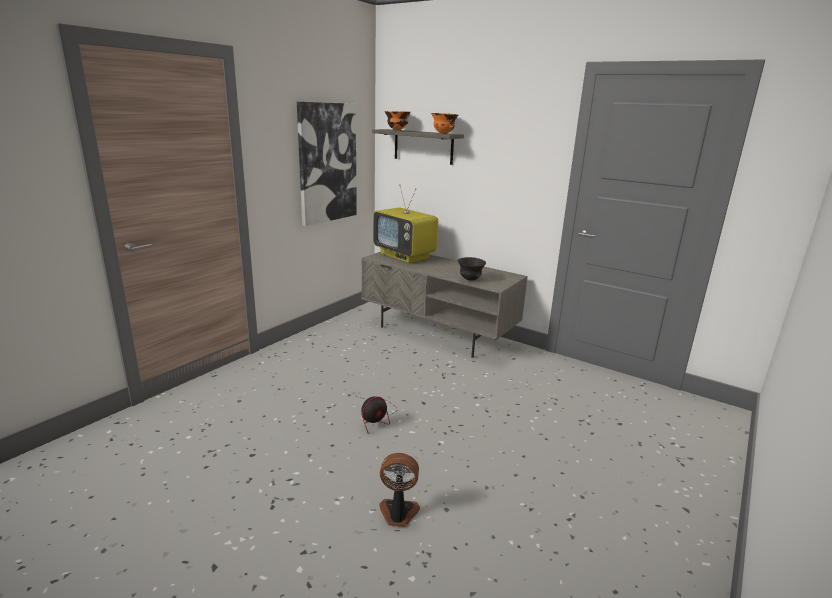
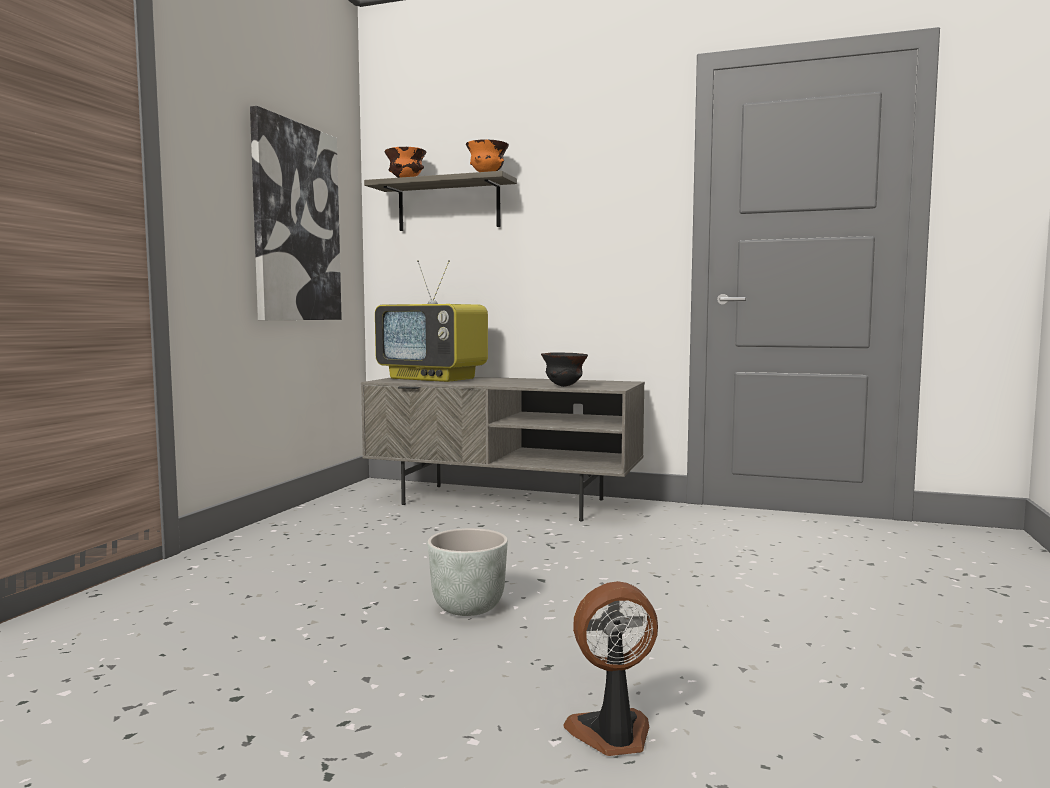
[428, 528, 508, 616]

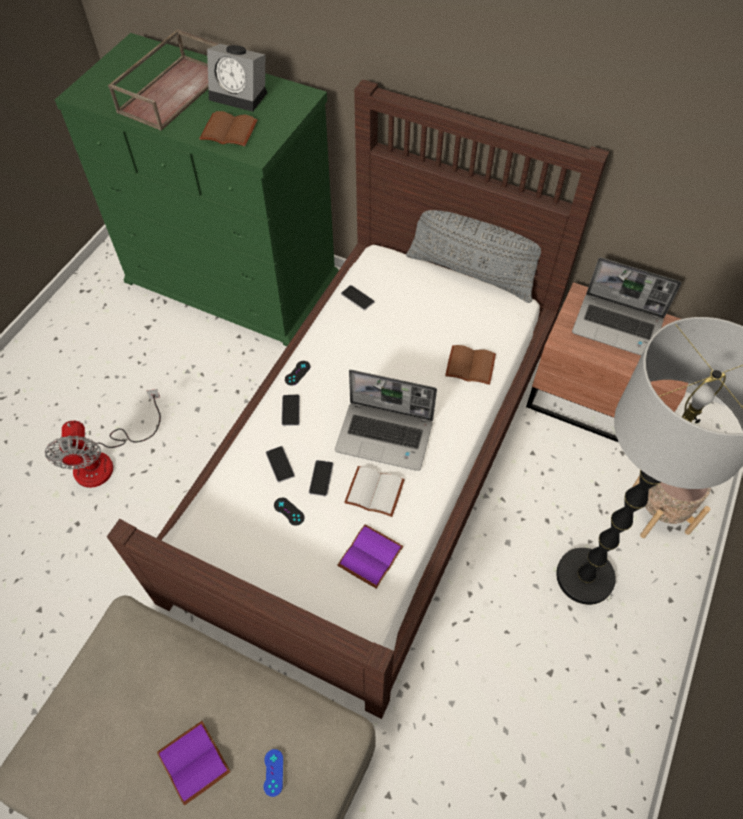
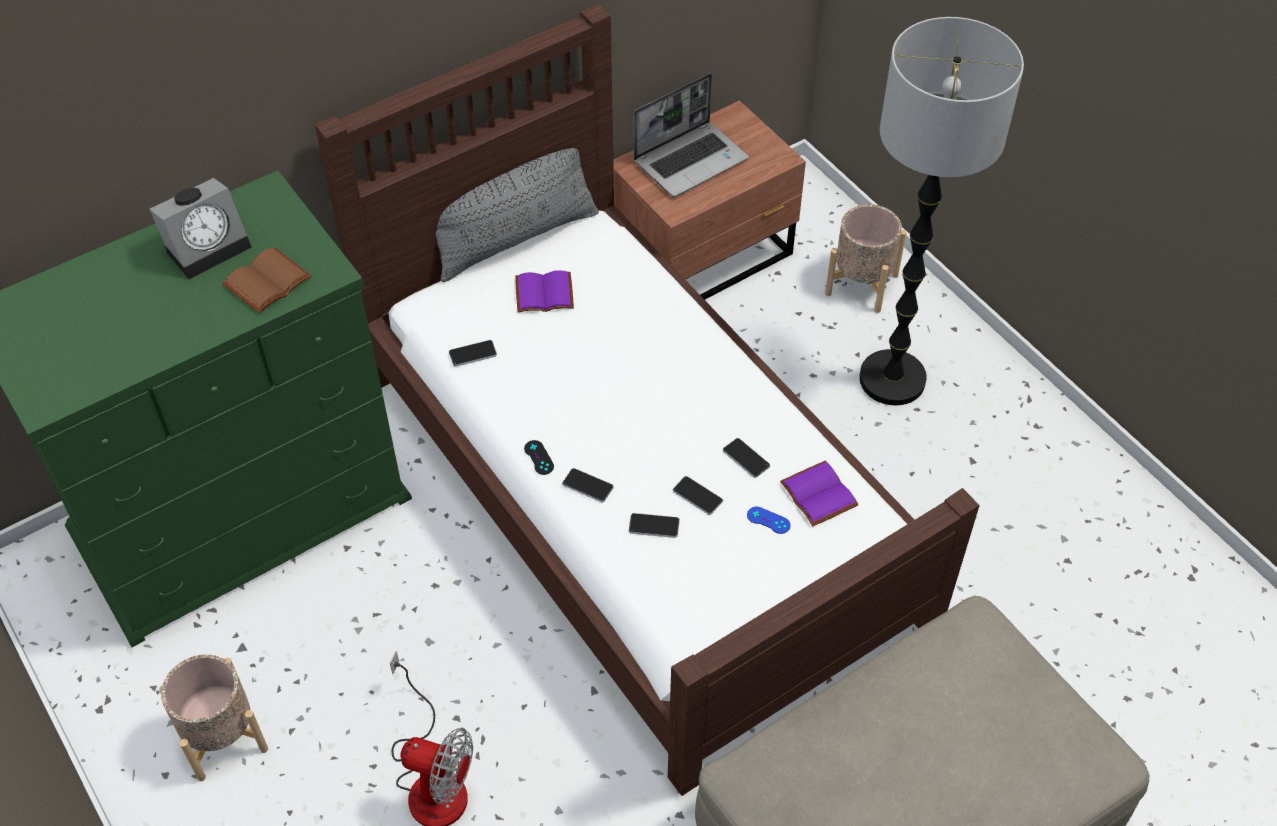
[108, 29, 218, 131] (first image)
[274, 498, 305, 526] (first image)
[335, 370, 437, 471] (first image)
[445, 345, 496, 385] (first image)
[159, 654, 268, 781]
[515, 270, 574, 313]
[747, 507, 791, 534]
[723, 438, 770, 478]

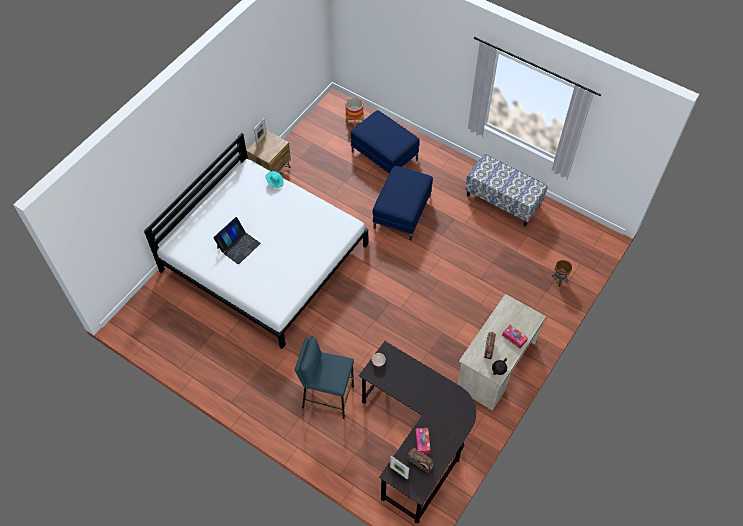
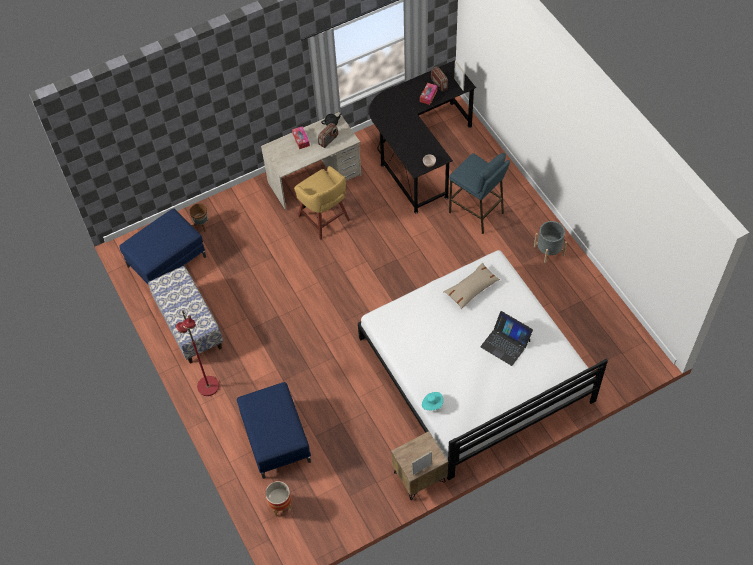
[175, 310, 219, 396]
[294, 166, 350, 240]
[444, 263, 500, 309]
[534, 221, 567, 263]
[119, 208, 206, 285]
[480, 311, 533, 366]

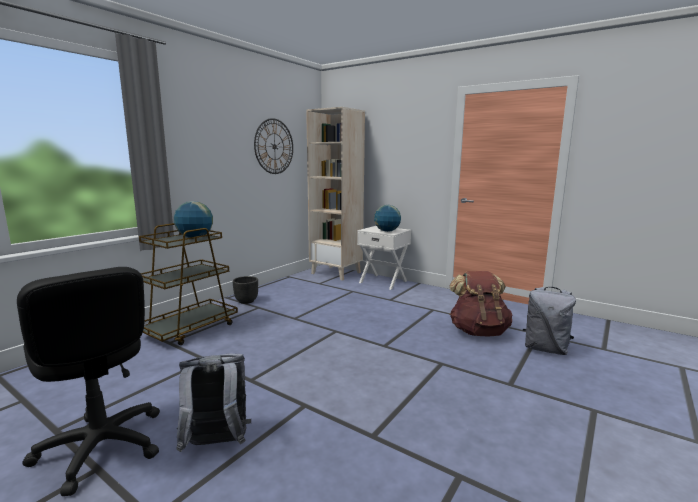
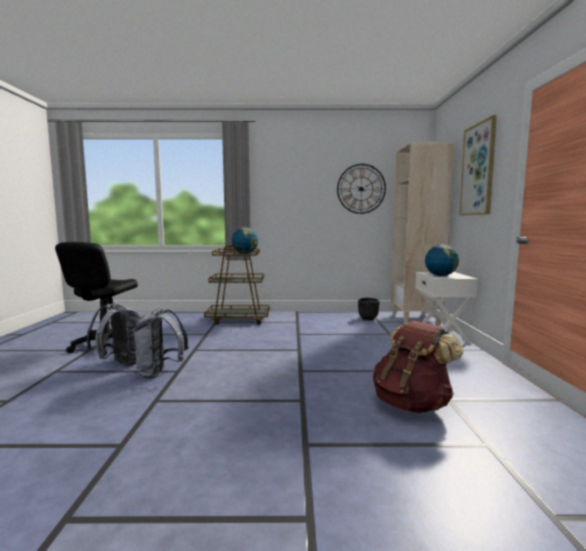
[459, 115, 497, 216]
[358, 298, 380, 320]
[133, 308, 188, 379]

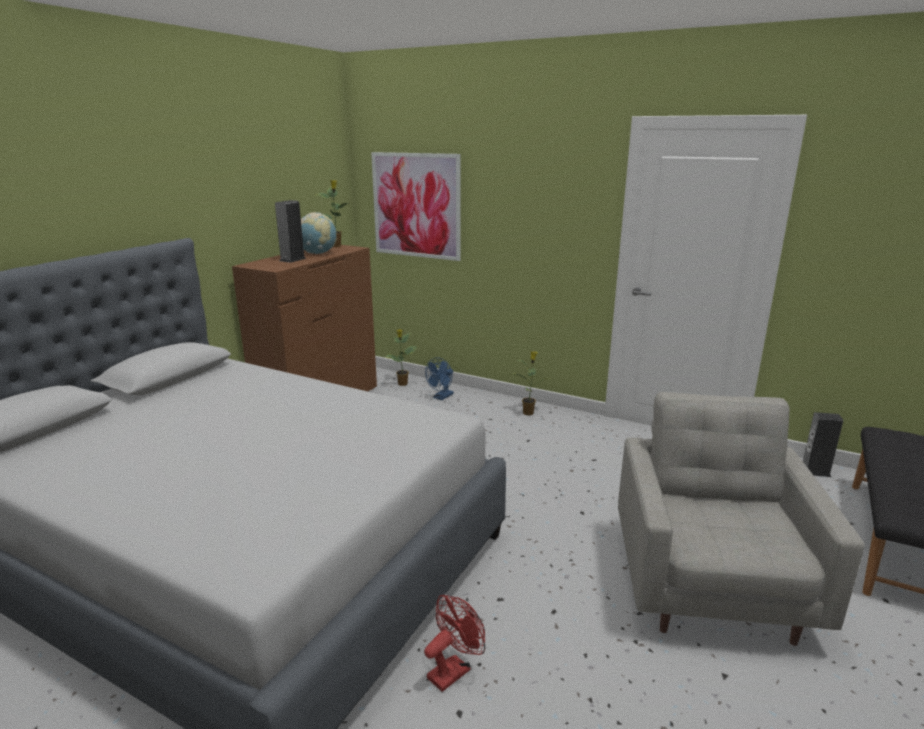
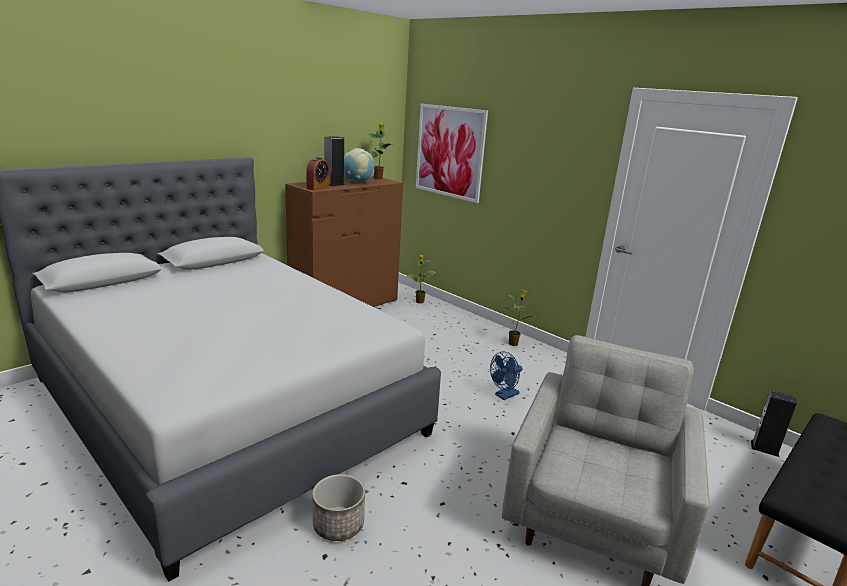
[306, 157, 329, 190]
[490, 351, 523, 400]
[313, 474, 365, 541]

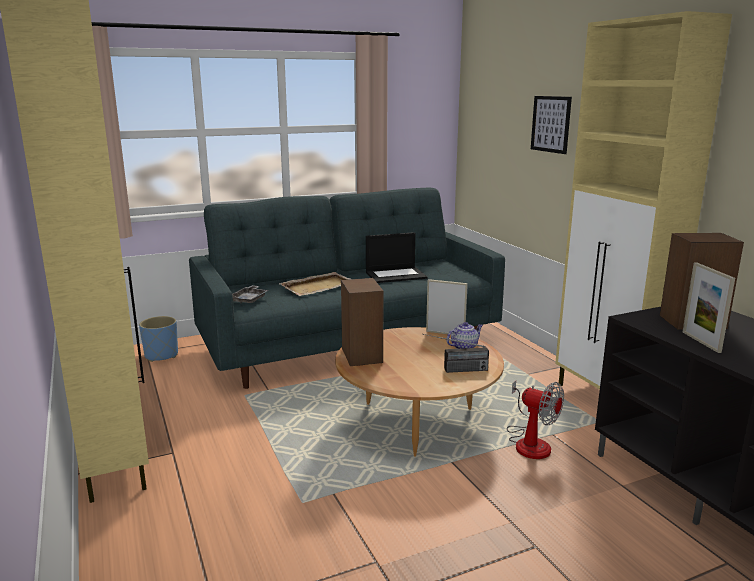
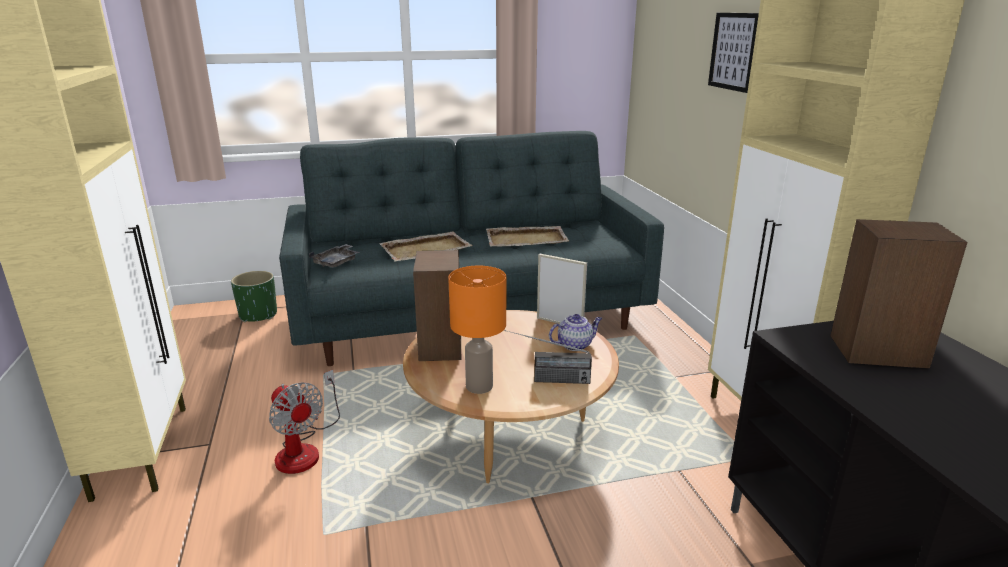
[683, 262, 735, 353] (first image)
[448, 266, 506, 394]
[269, 370, 340, 474]
[486, 226, 569, 247]
[231, 271, 277, 322]

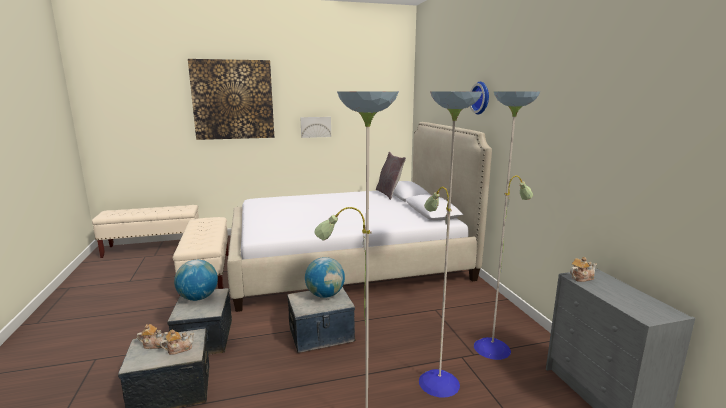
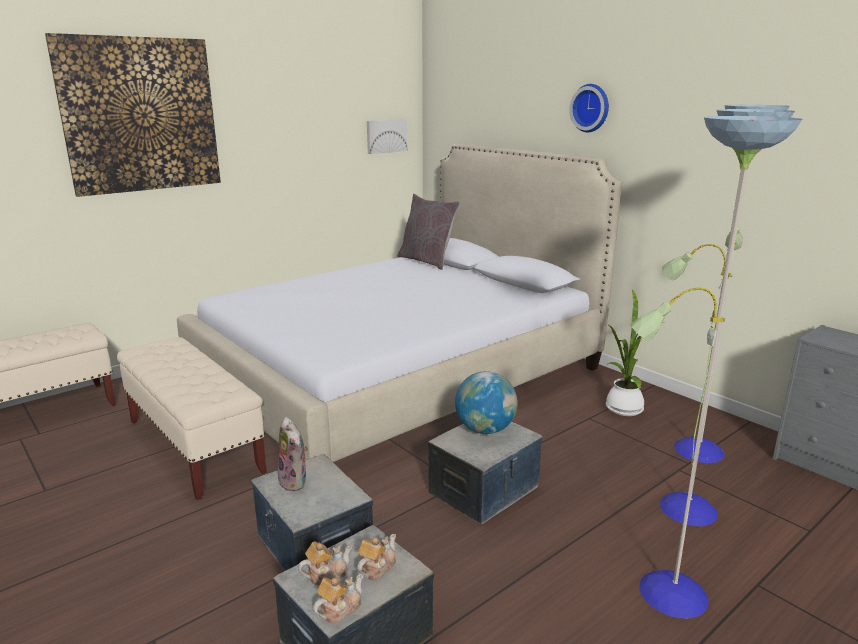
[606, 290, 664, 416]
[367, 119, 407, 154]
[313, 574, 363, 623]
[276, 417, 308, 491]

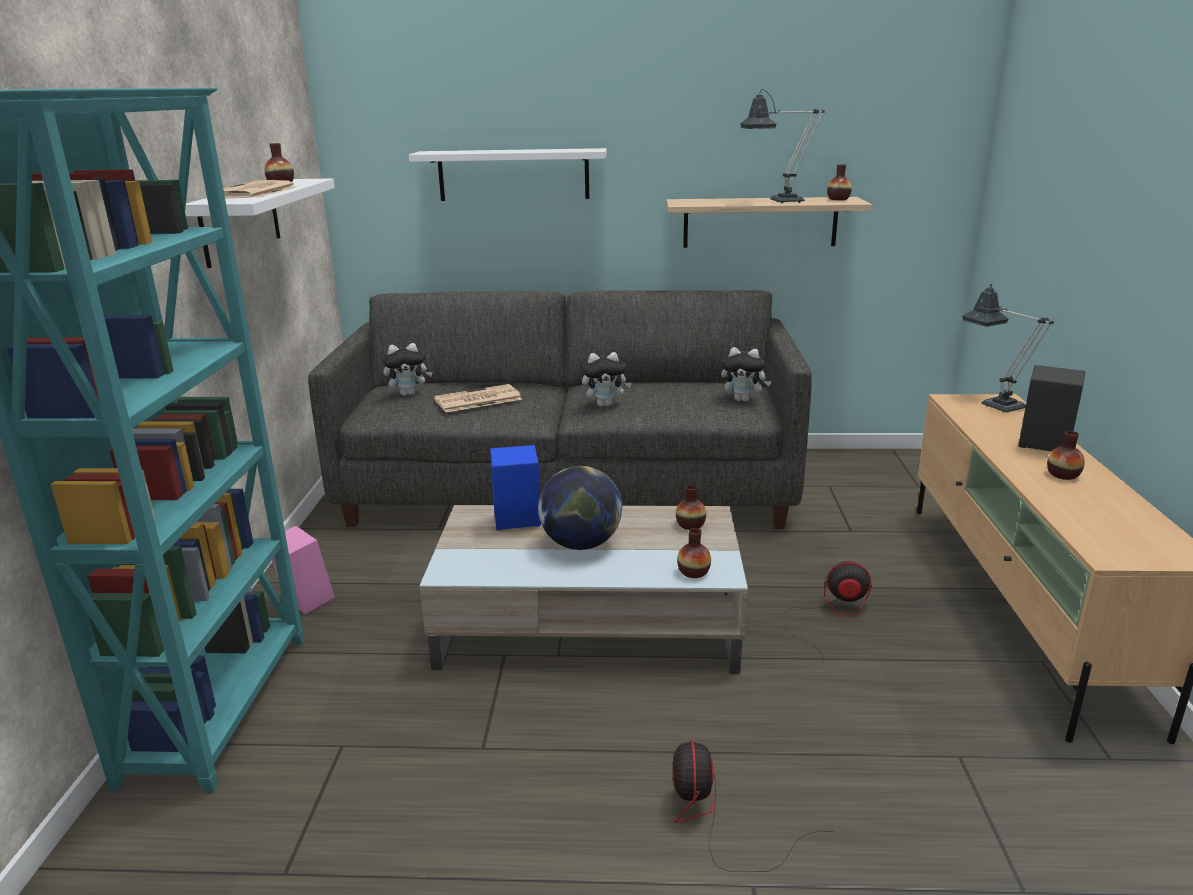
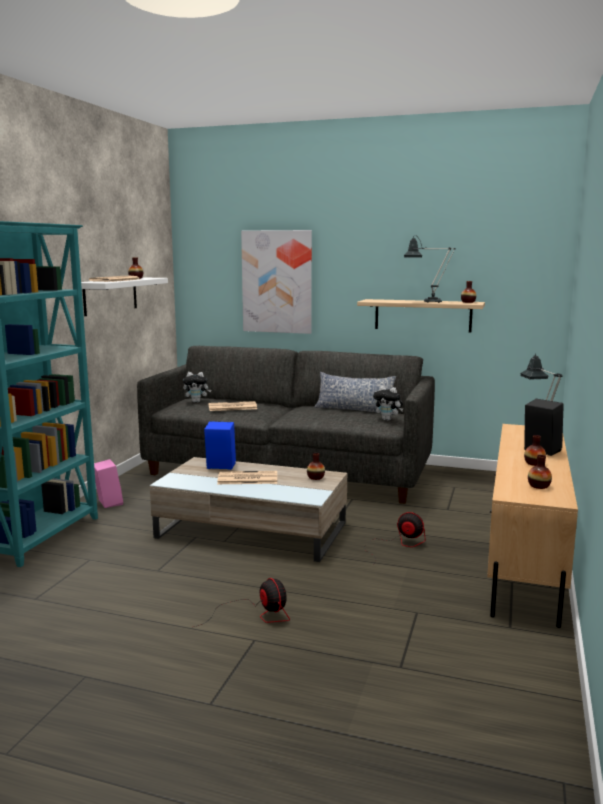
[582, 352, 632, 407] (first image)
[314, 372, 396, 414]
[528, 455, 552, 489]
[241, 230, 312, 334]
[217, 471, 277, 484]
[194, 578, 290, 627]

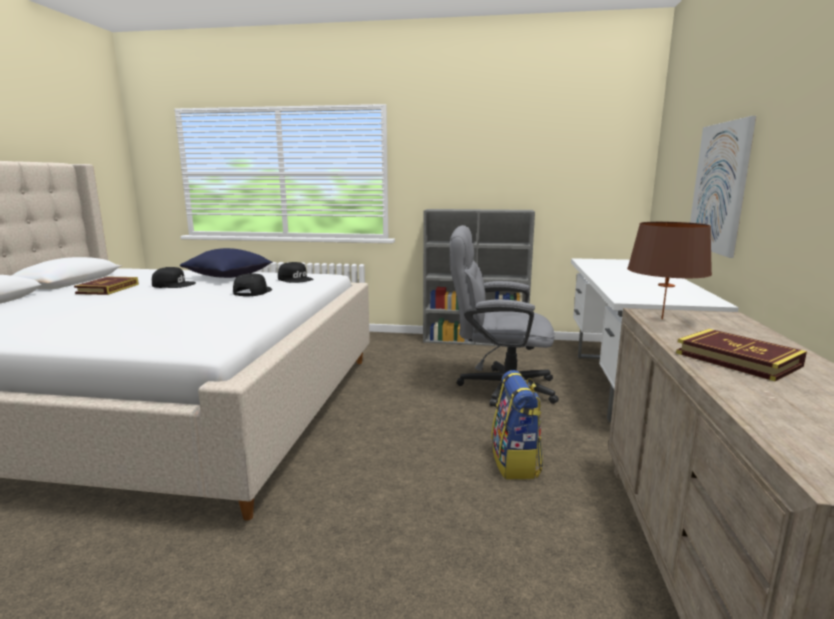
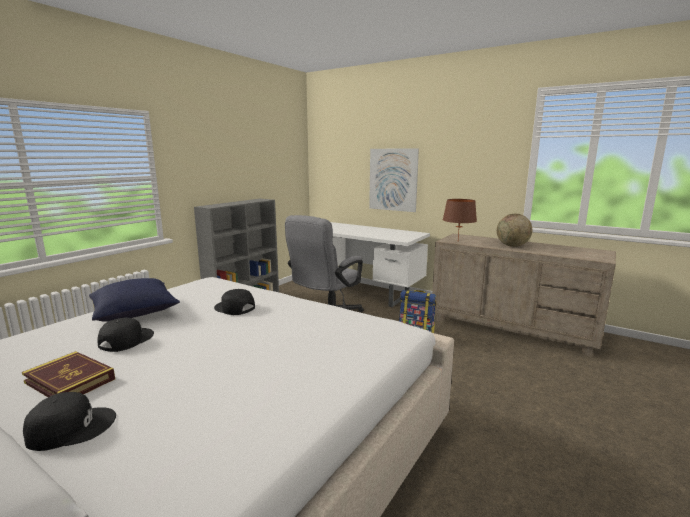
[23, 392, 116, 451]
[497, 214, 532, 247]

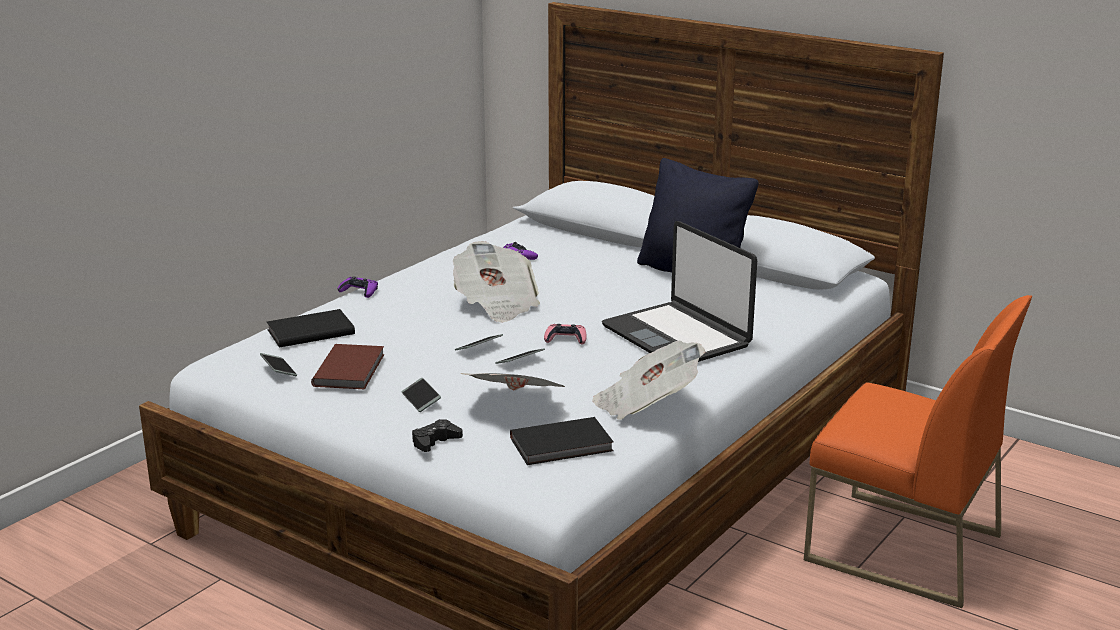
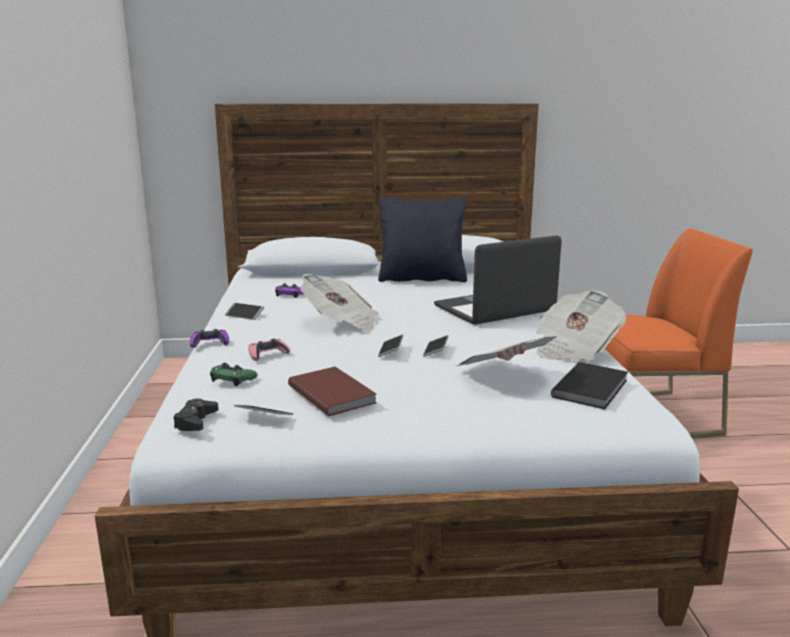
[225, 303, 264, 320]
[173, 398, 219, 431]
[248, 339, 290, 361]
[210, 363, 257, 386]
[434, 235, 562, 325]

